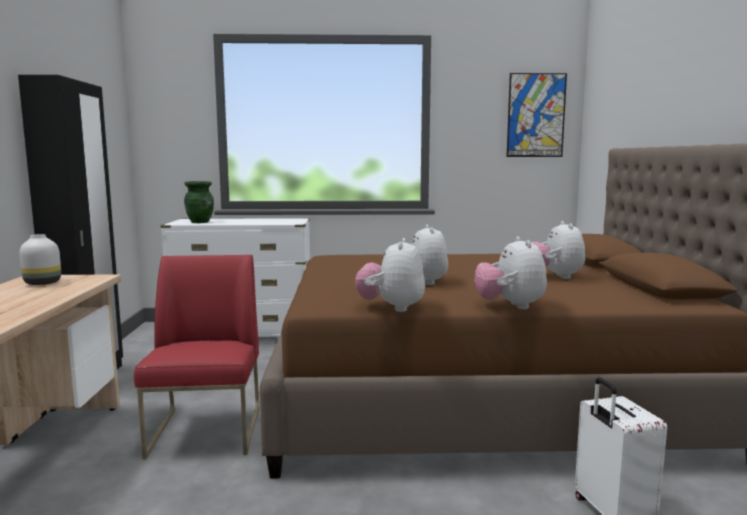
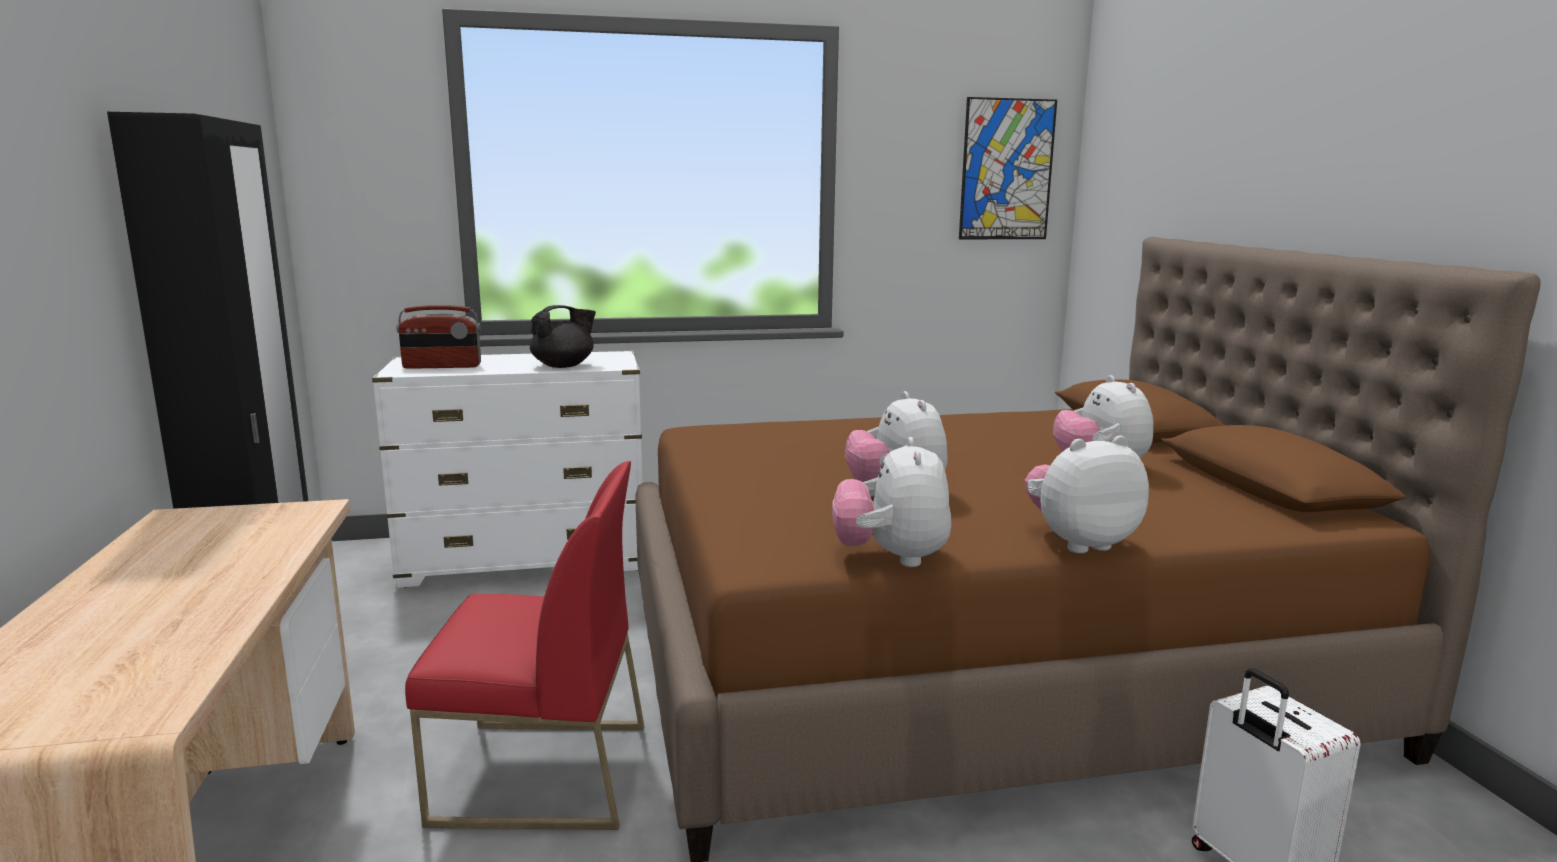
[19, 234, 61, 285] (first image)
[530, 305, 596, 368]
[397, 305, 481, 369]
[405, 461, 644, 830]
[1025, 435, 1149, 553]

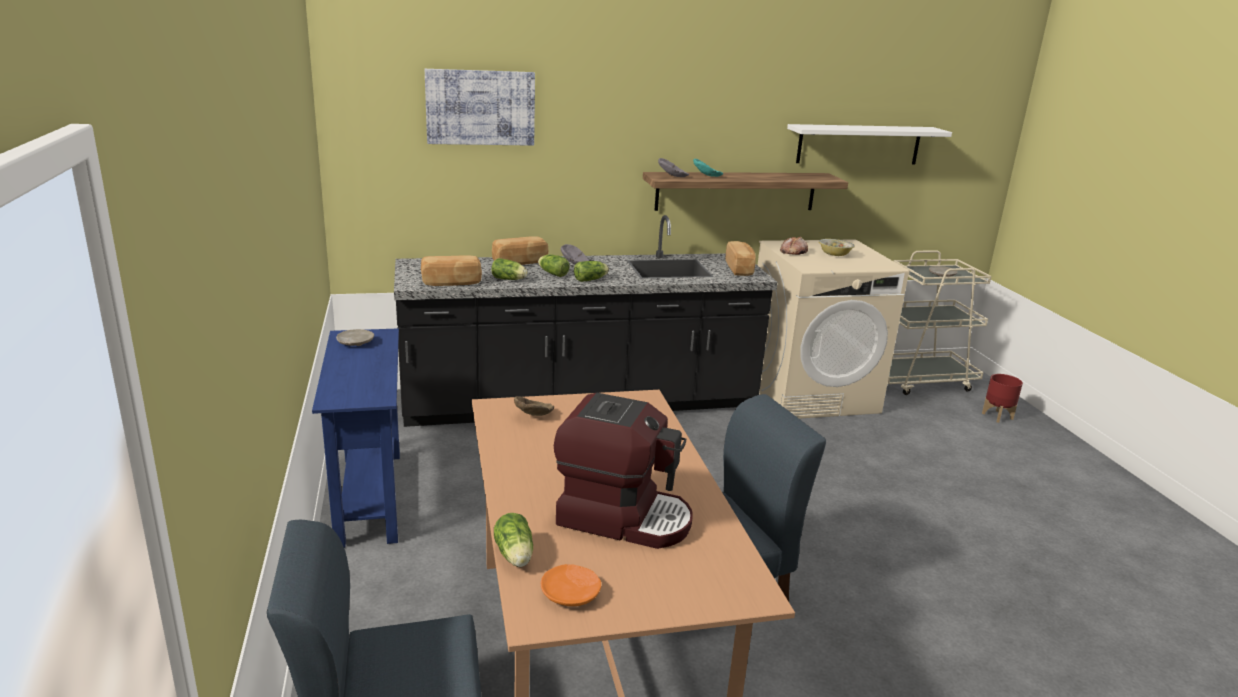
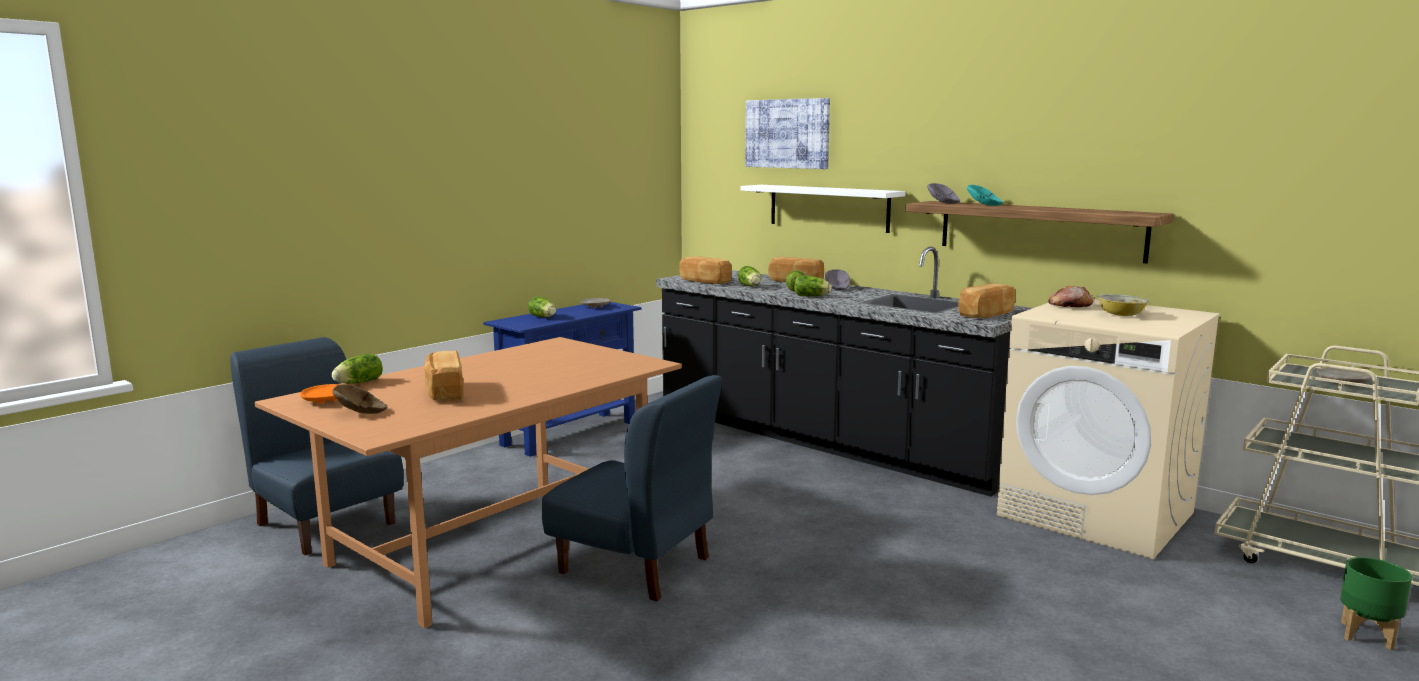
[528, 296, 556, 318]
[332, 384, 388, 414]
[740, 185, 905, 233]
[424, 350, 463, 401]
[1340, 557, 1412, 650]

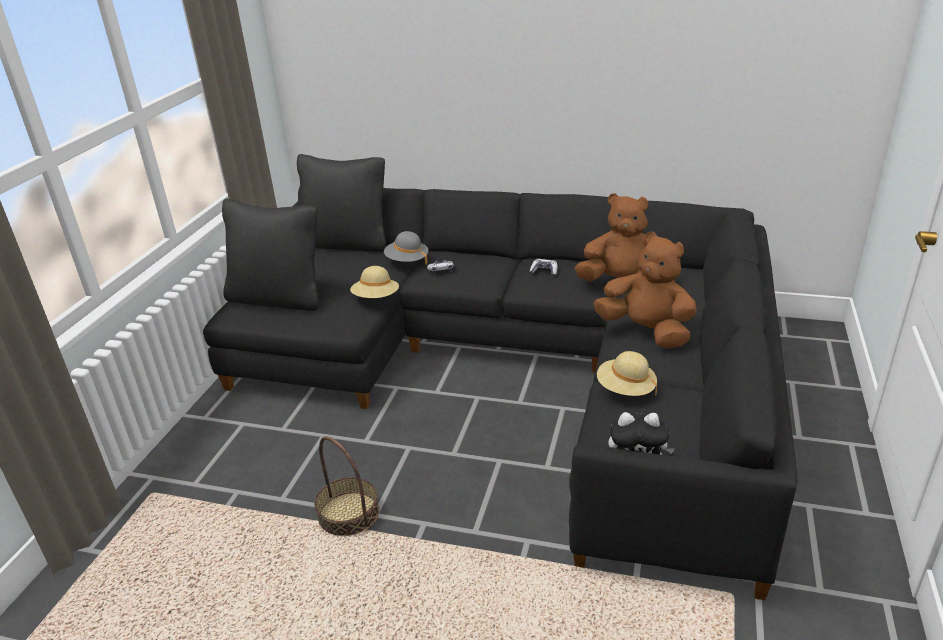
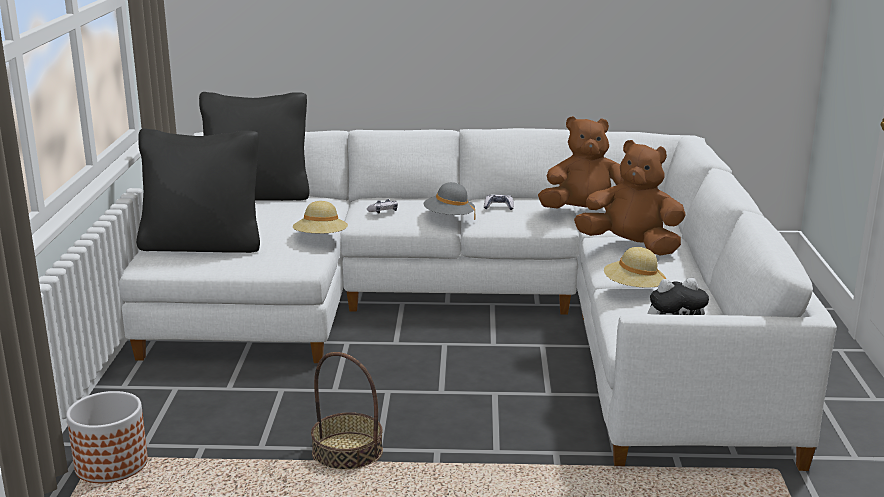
[66, 391, 148, 483]
[424, 182, 475, 220]
[119, 128, 837, 471]

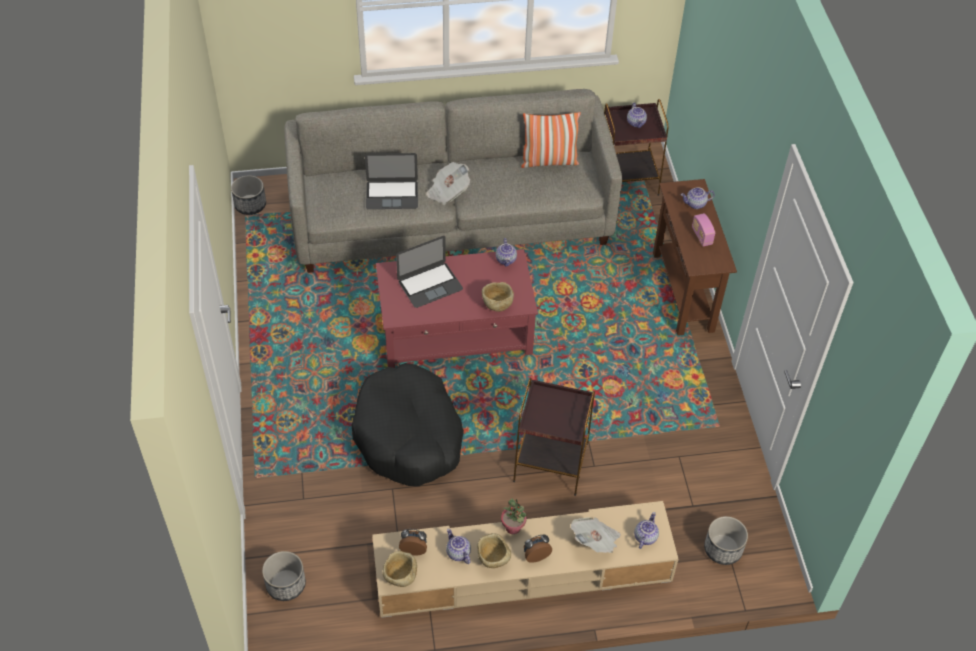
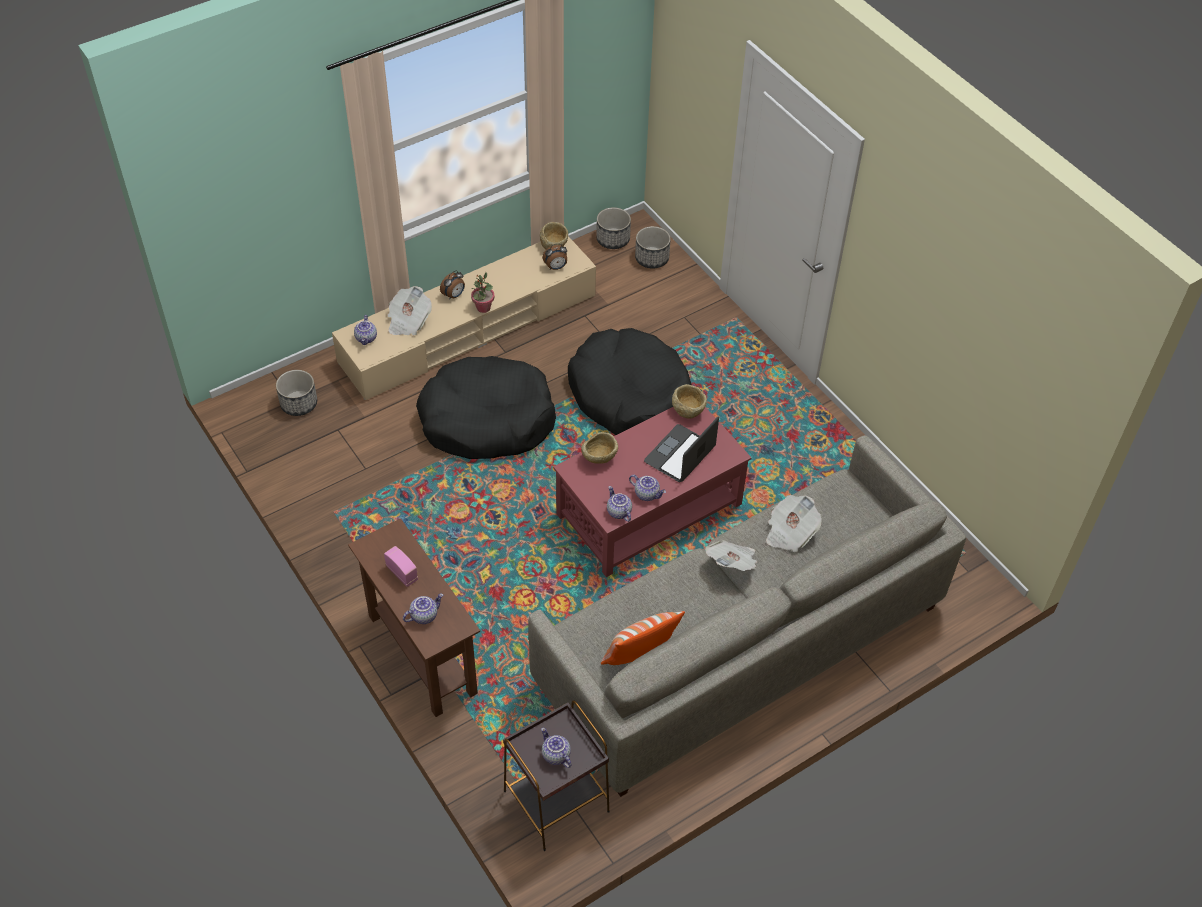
[596, 207, 631, 249]
[629, 475, 666, 501]
[672, 384, 707, 419]
[766, 495, 822, 552]
[416, 356, 556, 459]

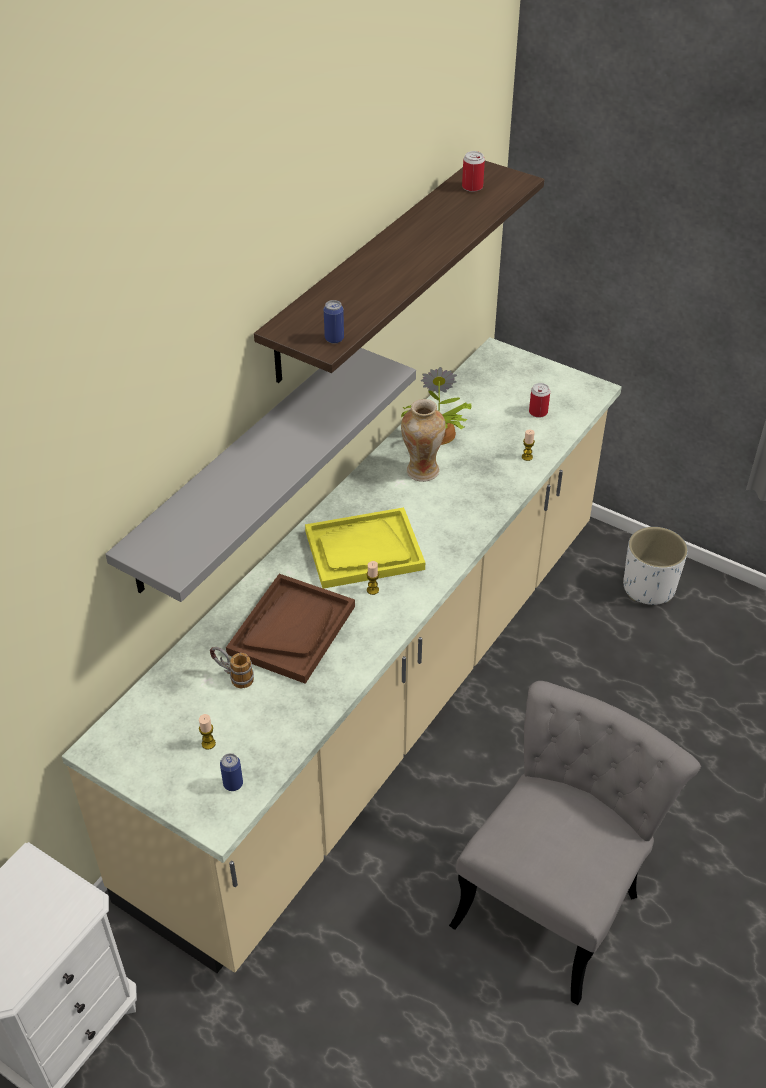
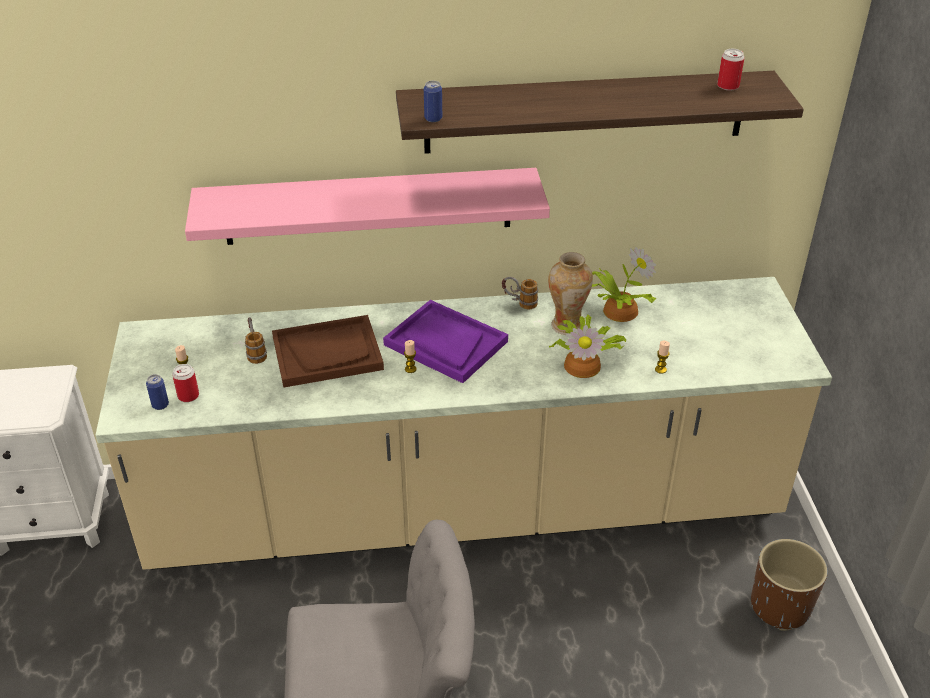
[502, 277, 538, 309]
[549, 314, 626, 378]
[172, 364, 199, 402]
[185, 168, 550, 245]
[383, 300, 508, 383]
[751, 539, 828, 631]

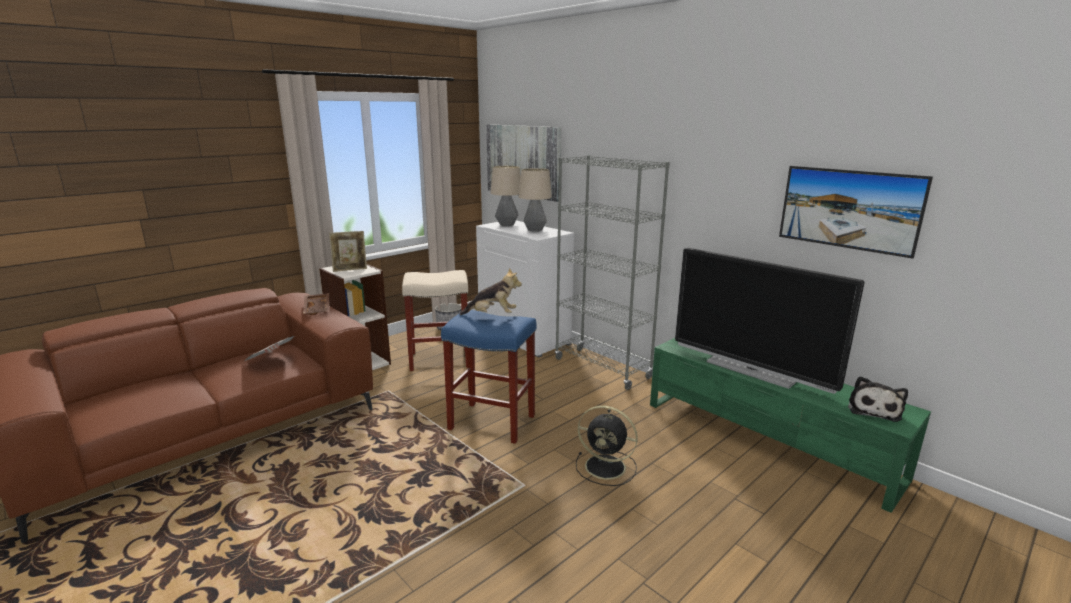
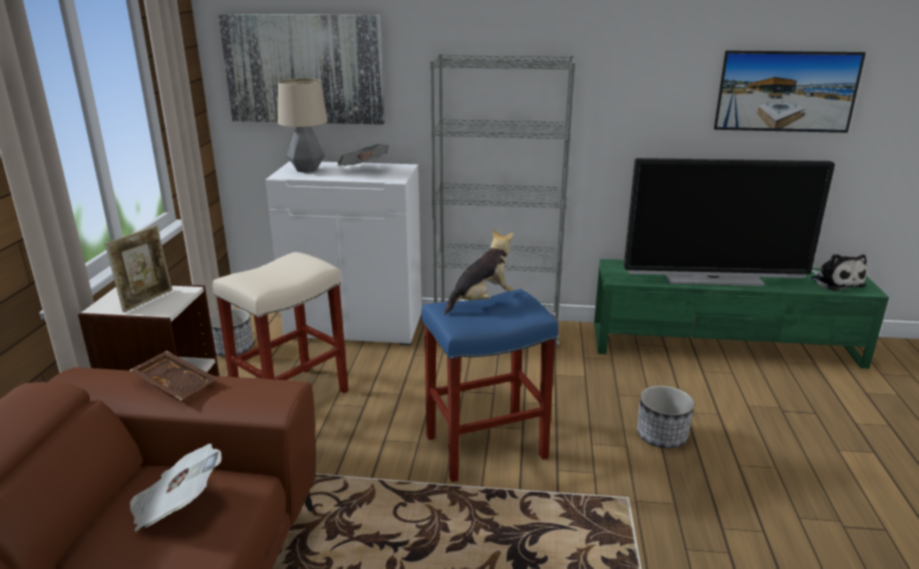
[337, 144, 389, 166]
[637, 386, 695, 448]

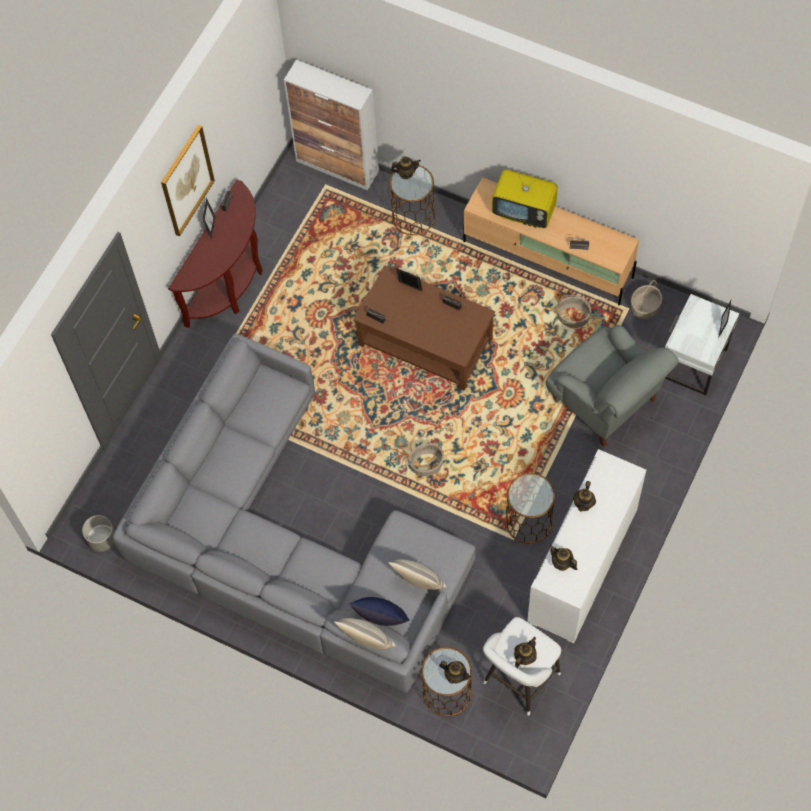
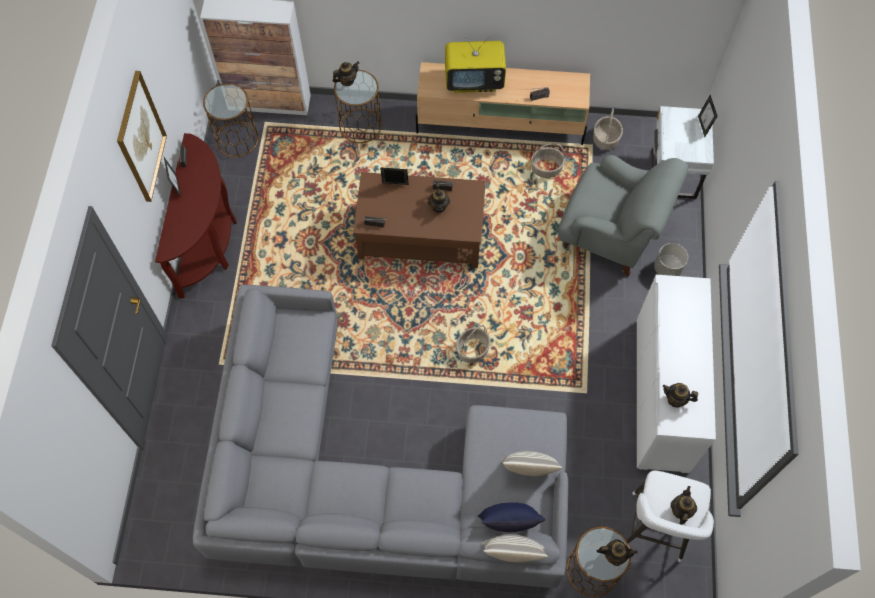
[654, 243, 688, 276]
[203, 83, 258, 157]
[428, 183, 450, 213]

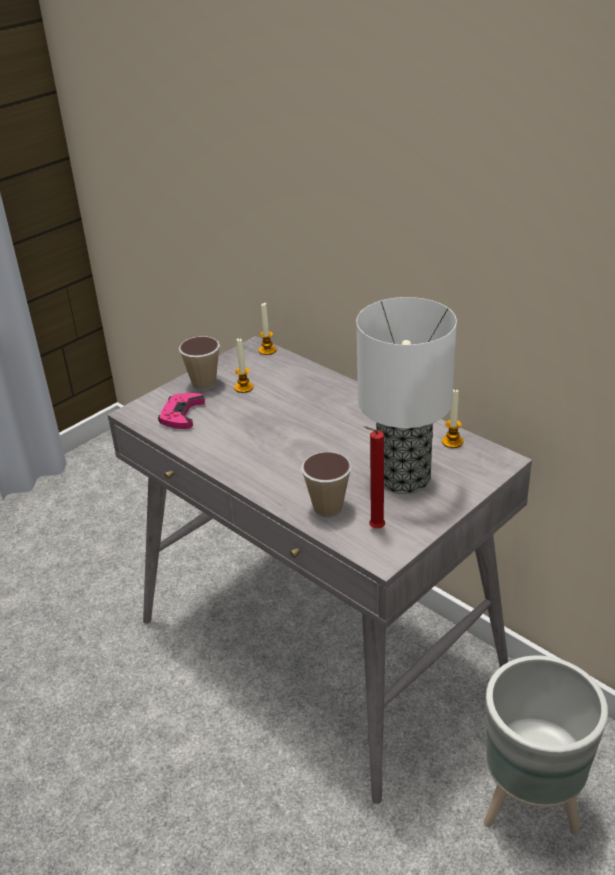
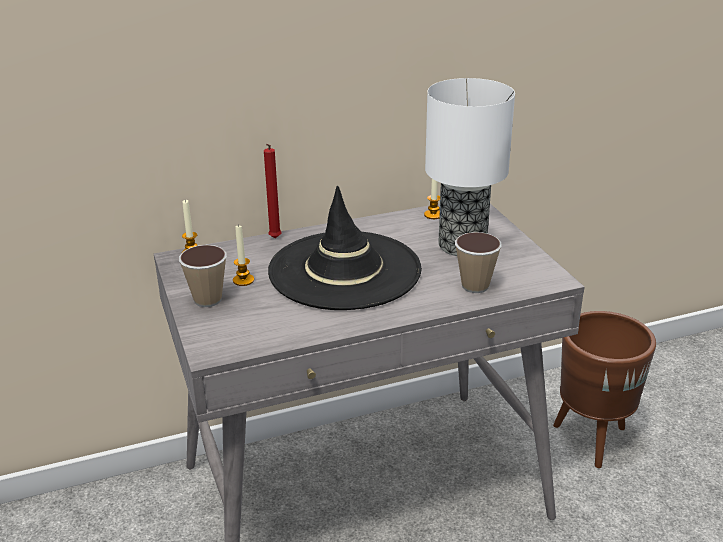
[158, 393, 205, 429] (first image)
[268, 186, 422, 310]
[264, 144, 281, 238]
[553, 311, 656, 468]

